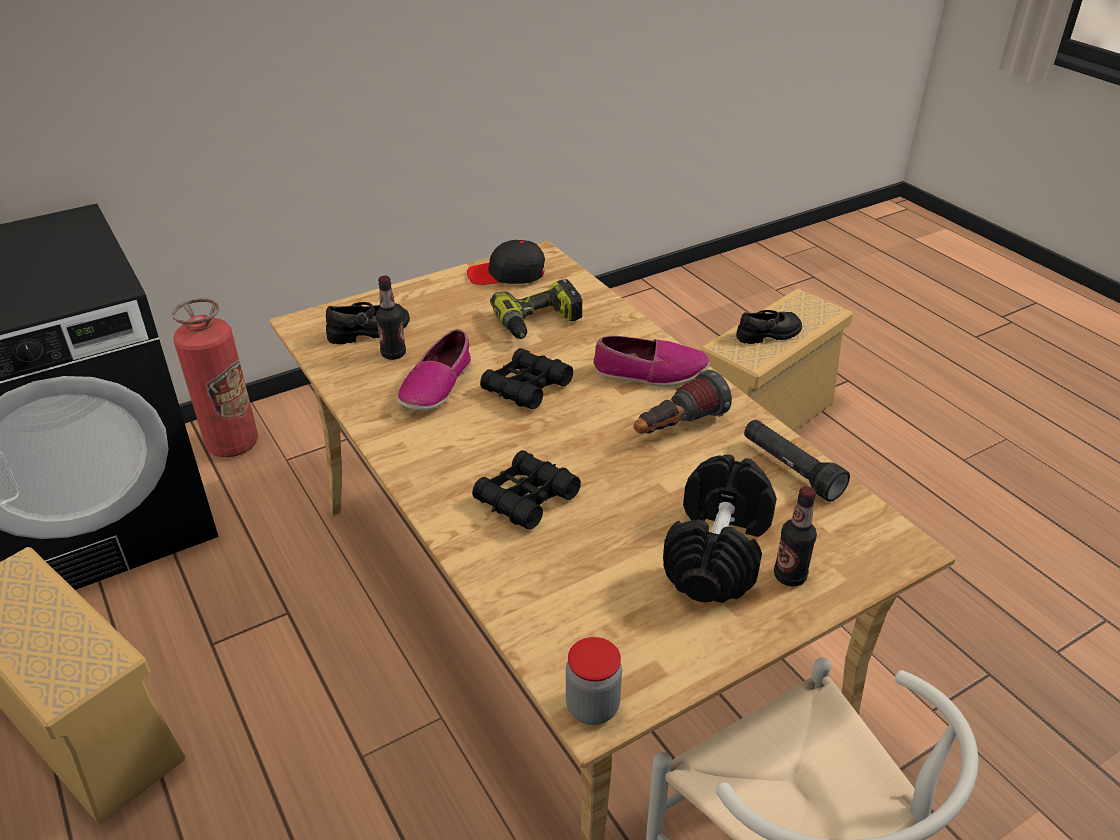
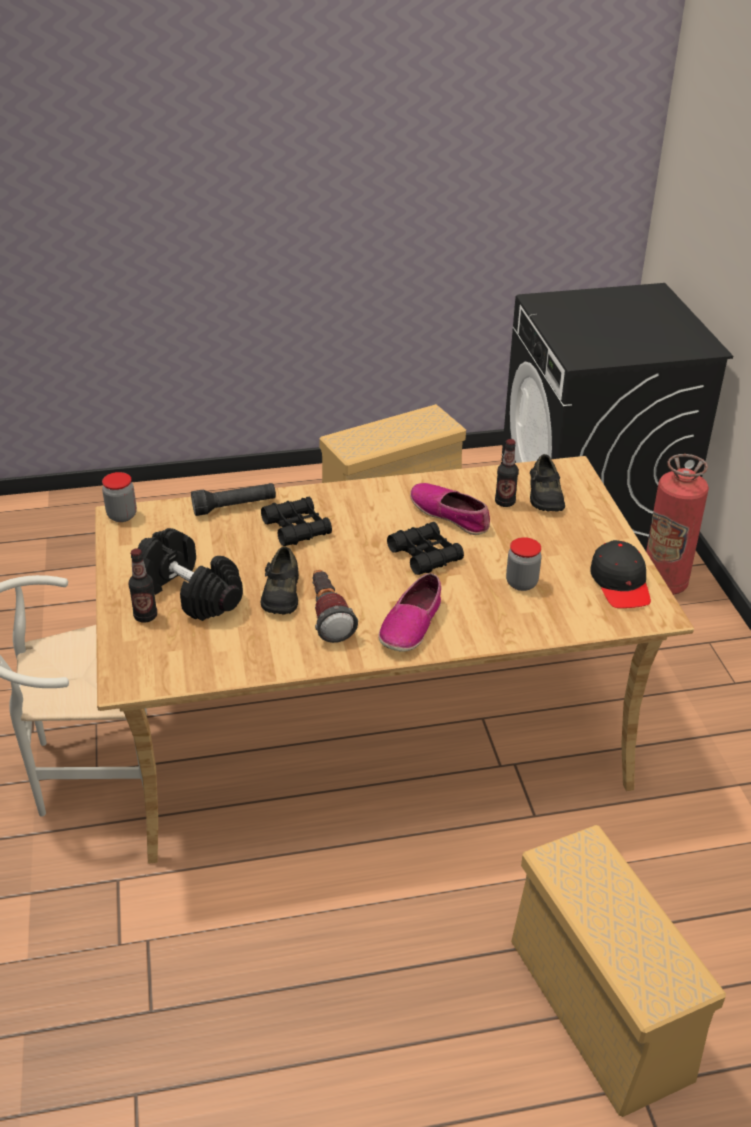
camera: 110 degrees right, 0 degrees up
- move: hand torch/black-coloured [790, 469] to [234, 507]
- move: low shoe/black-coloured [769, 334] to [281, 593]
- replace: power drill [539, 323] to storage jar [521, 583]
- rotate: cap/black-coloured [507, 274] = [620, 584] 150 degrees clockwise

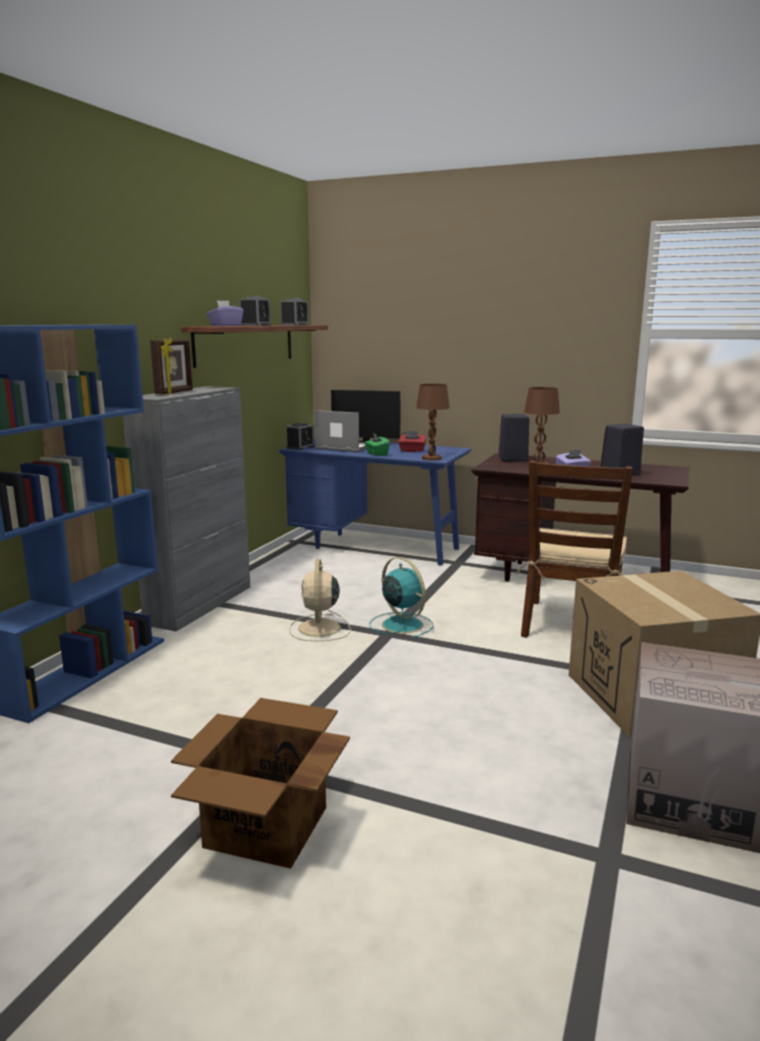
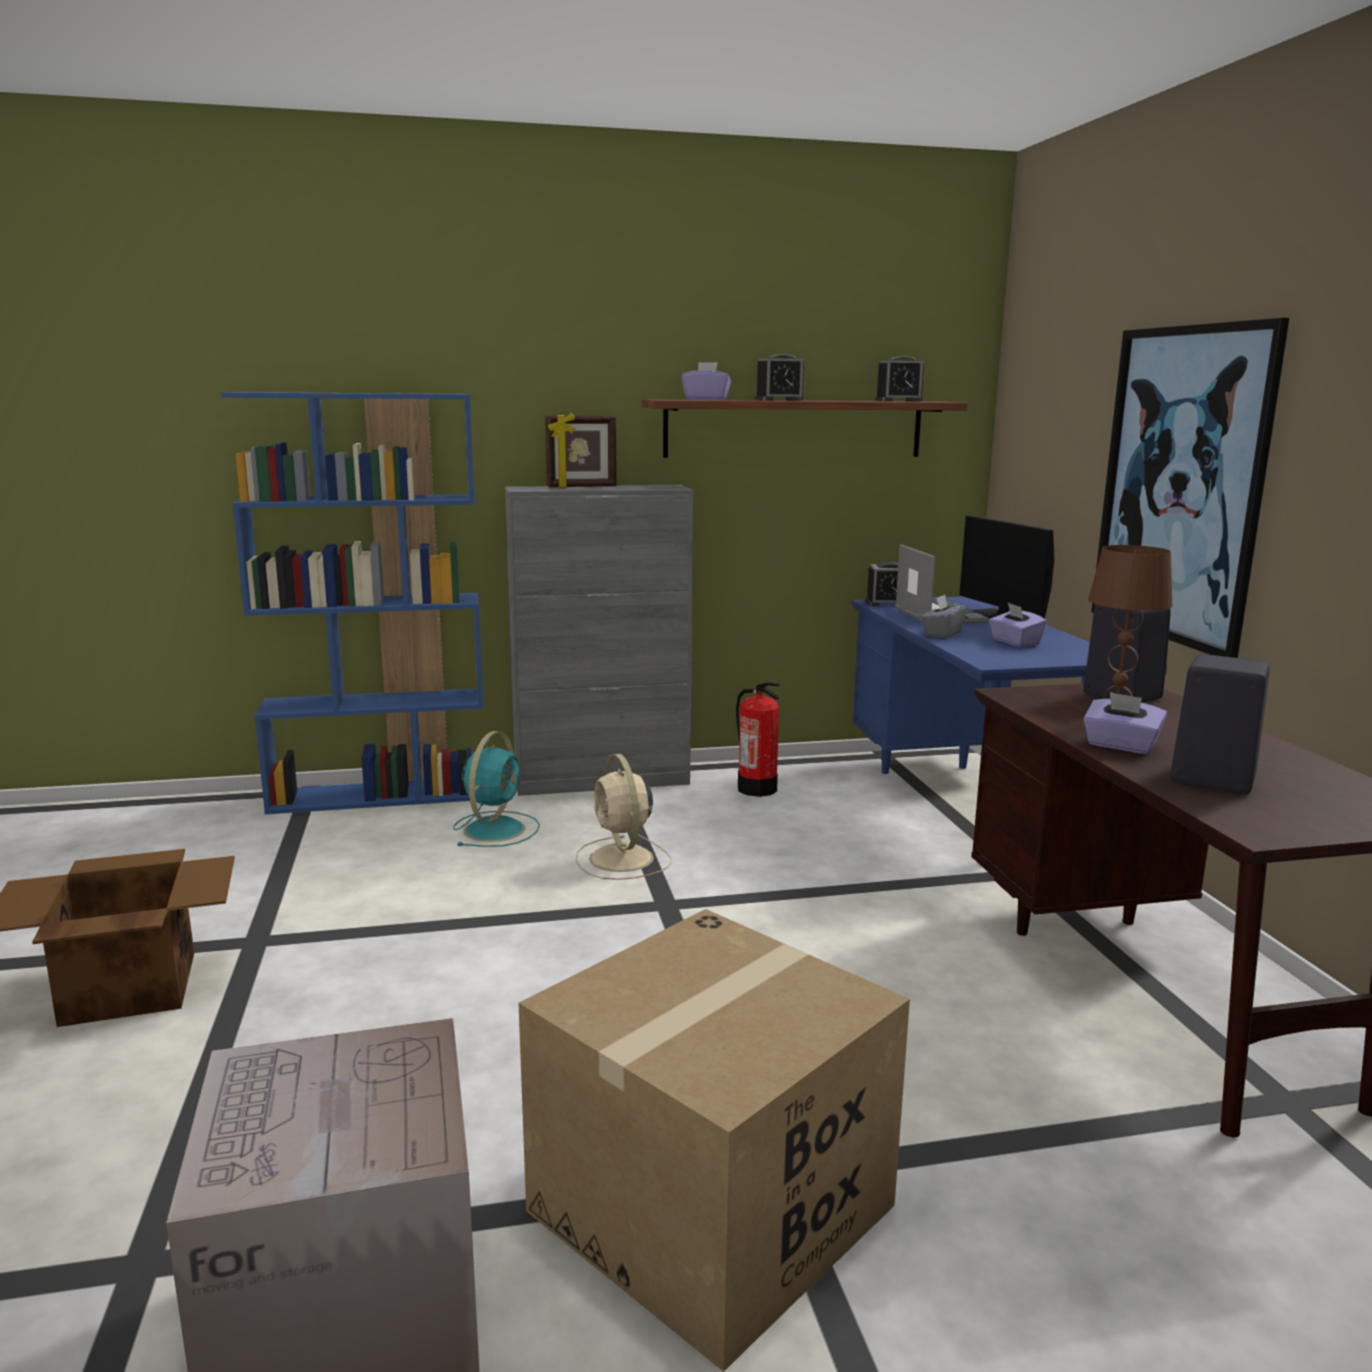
camera: 55 degrees right, 0 degrees up
- move: fan/turquoise [401, 624] to [496, 829]
- rotate: fan/beige-coloured [319, 629] = [622, 859] 75 degrees counterclockwise
- insert: fire-fighting cylinder [757, 788]
- recolor: tissue box/green [376, 454] to tissue box/greyish [942, 634]
- recolor: tissue box/red-coloured [412, 451] to tissue box/purple-coloured [1014, 642]
- insert: picture [1180, 485]
- delete: table lamp/brownish [431, 458]
- delete: plain chair/brownish [570, 624]

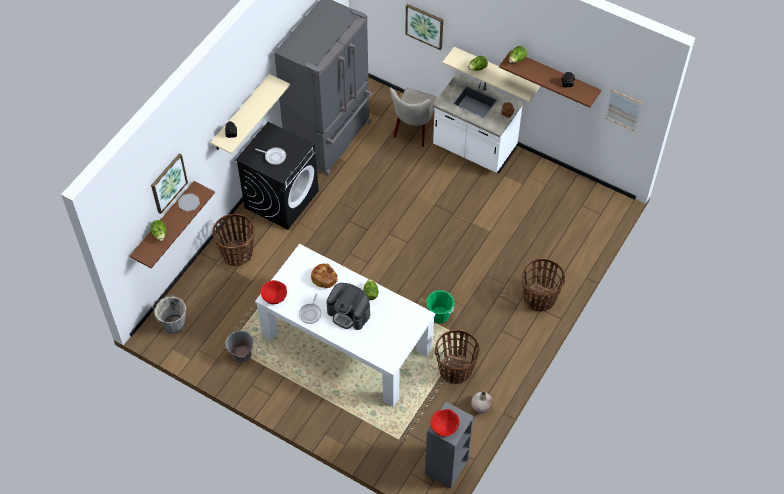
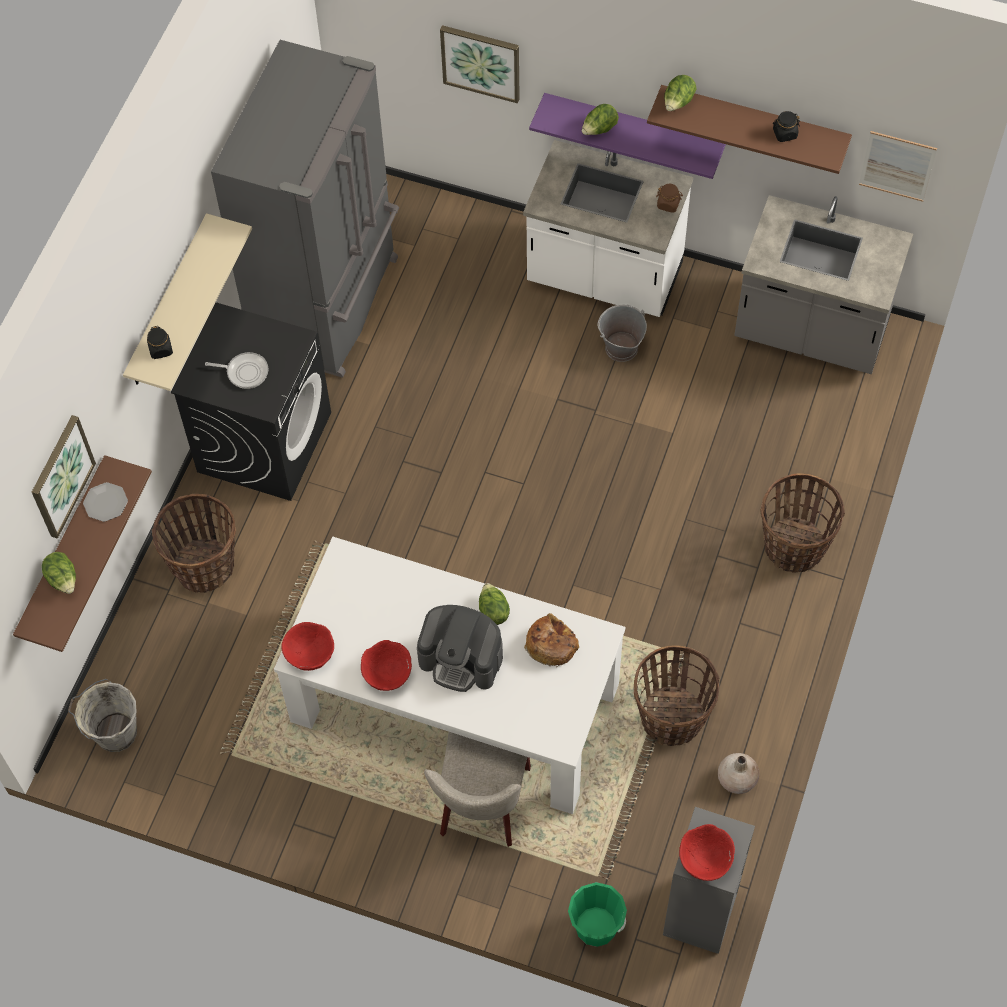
camera: 10 degrees left, 5 degrees up
- replace: pan [310, 313] to serving bowl/red-coloured [387, 673]
- move: plain chair/beige-coloured [414, 130] to [482, 807]
- move: bread [324, 278] to [551, 644]
- recolor: wall shelf/beige-coloured [496, 72] to wall shelf/purple-coloured [633, 128]
- move: pail/green [439, 315] to [596, 926]
- move: pail/greyish [241, 354] to [621, 348]
- insert: kitchen counter/greyish [811, 332]

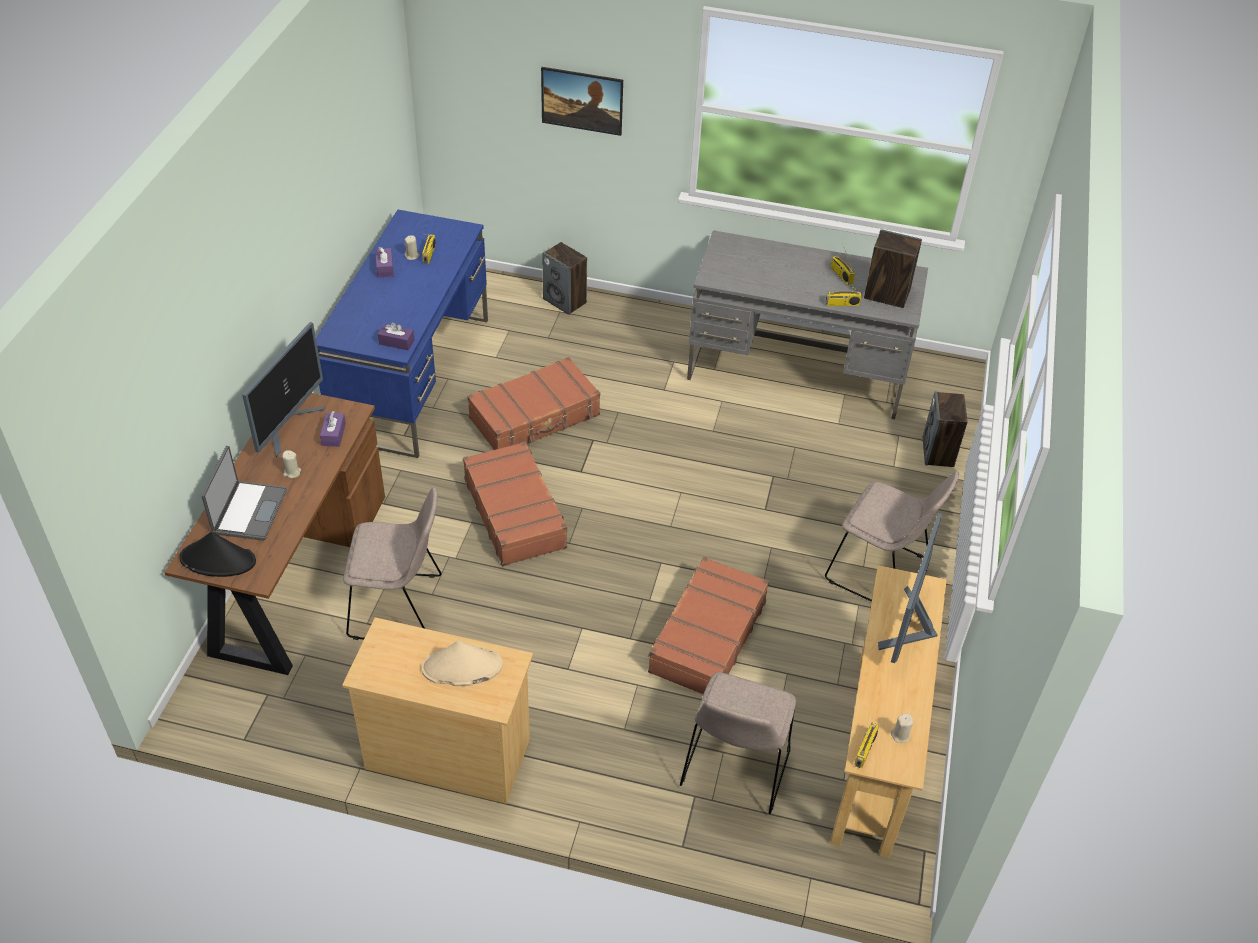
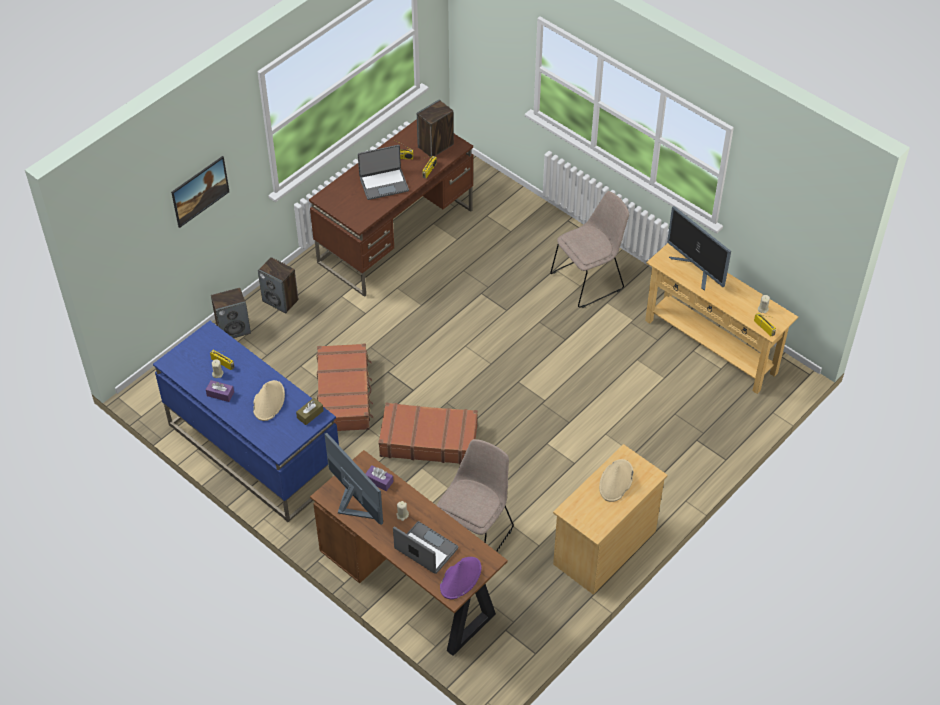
camera: 60 degrees left, 5 degrees up
- insert: wearable hat/beige-coloured [269, 401]
- move: loudspeaker [938, 452] to [281, 300]
- recolor: tissue box/purple-coloured [396, 342] to tissue box/brownish [310, 414]
- recolor: desk unit/greyish [797, 371] to desk unit/brownish [396, 236]
- insert: laptop [384, 184]
- recolor: wearable hat/black-coloured [218, 560] to wearable hat/purple-coloured [460, 578]
- delete: travel case/brownish [706, 637]
- delete: plain chair/beige-coloured [735, 769]

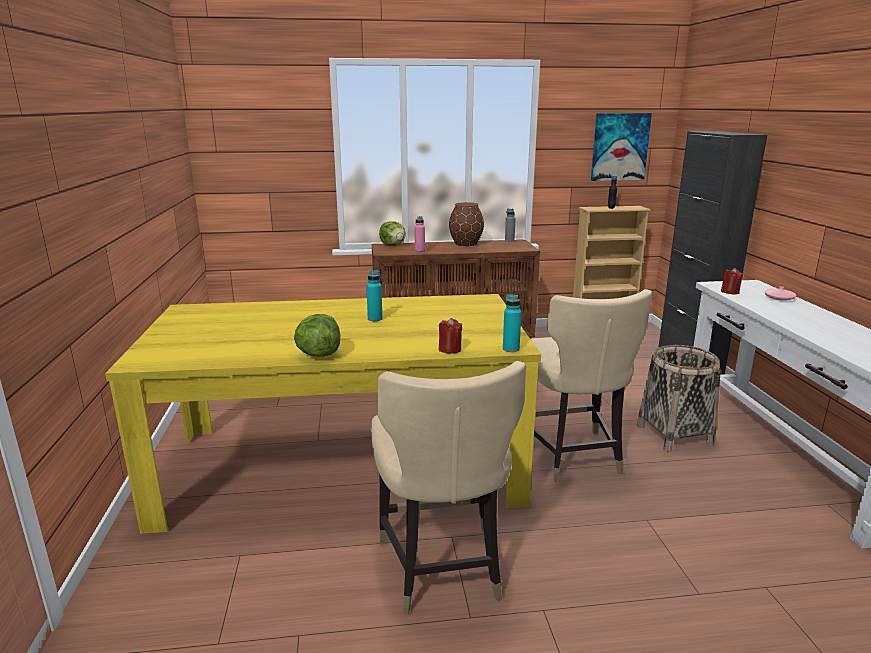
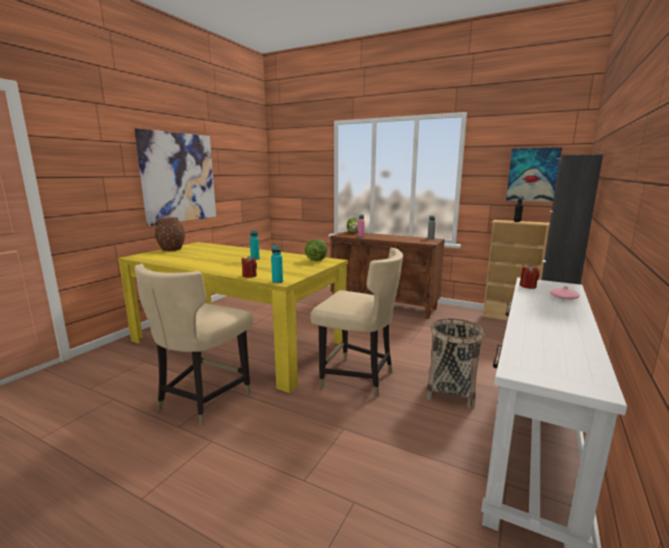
camera: 35 degrees right, 5 degrees down
- insert: picture [179, 178]
- move: decorative vase/brownish [466, 243] to [172, 249]
- move: head of lettuce [318, 354] to [316, 260]
- rotate: plain chair/beige-coloured [571, 455] = [357, 378] 90 degrees counterclockwise

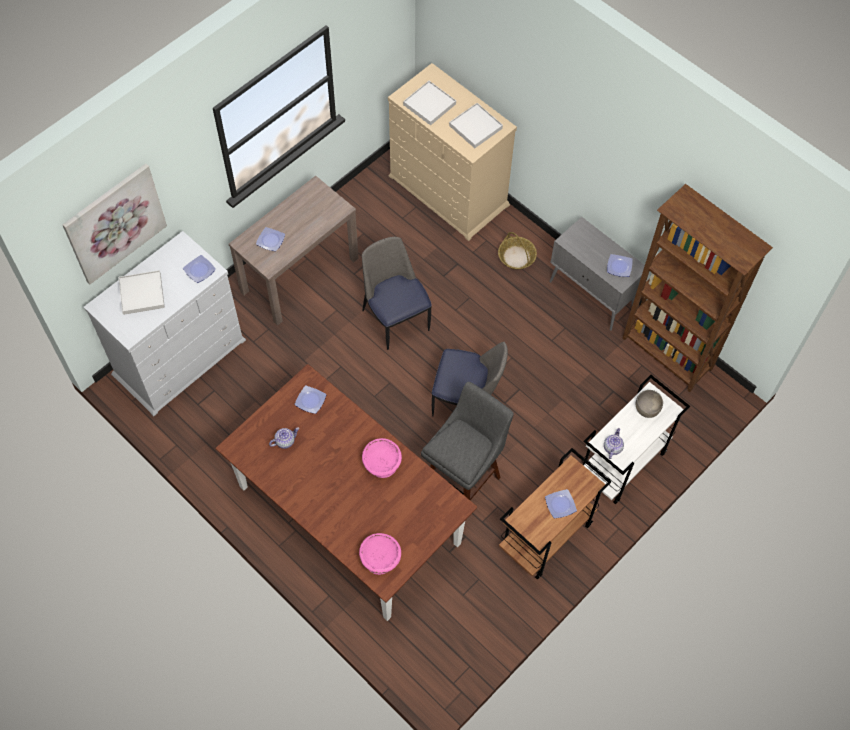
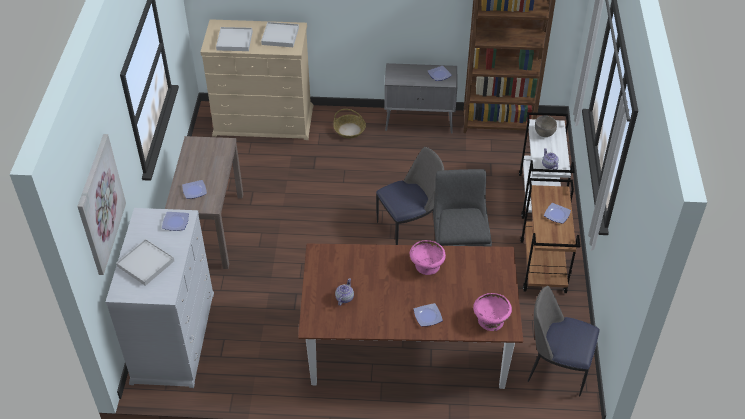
camera: 40 degrees left, 15 degrees down
- move: flat dish [310, 401] to [427, 317]
- move: plain chair [395, 318] to [556, 368]

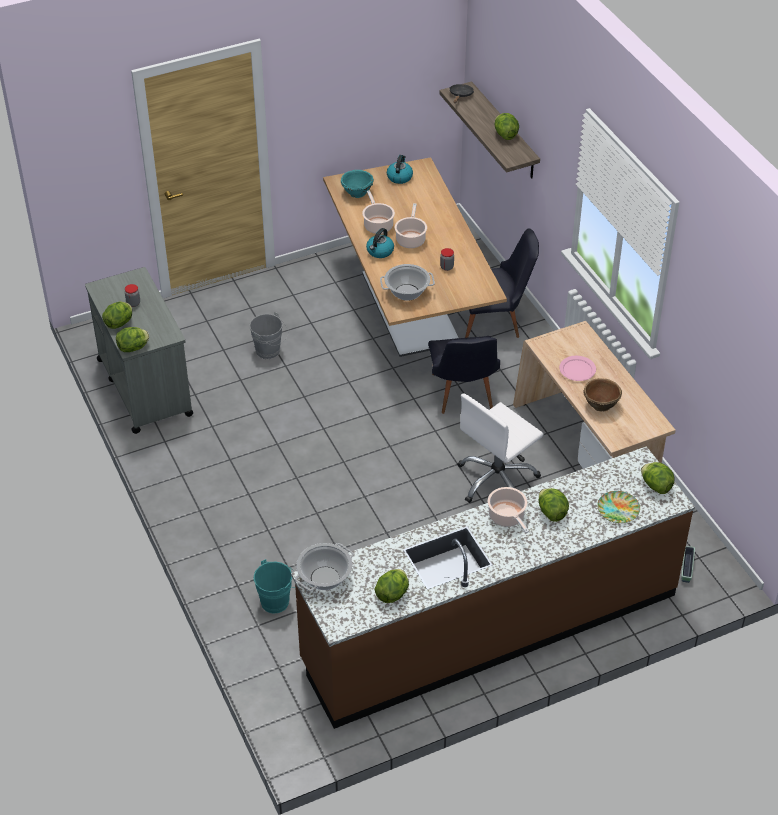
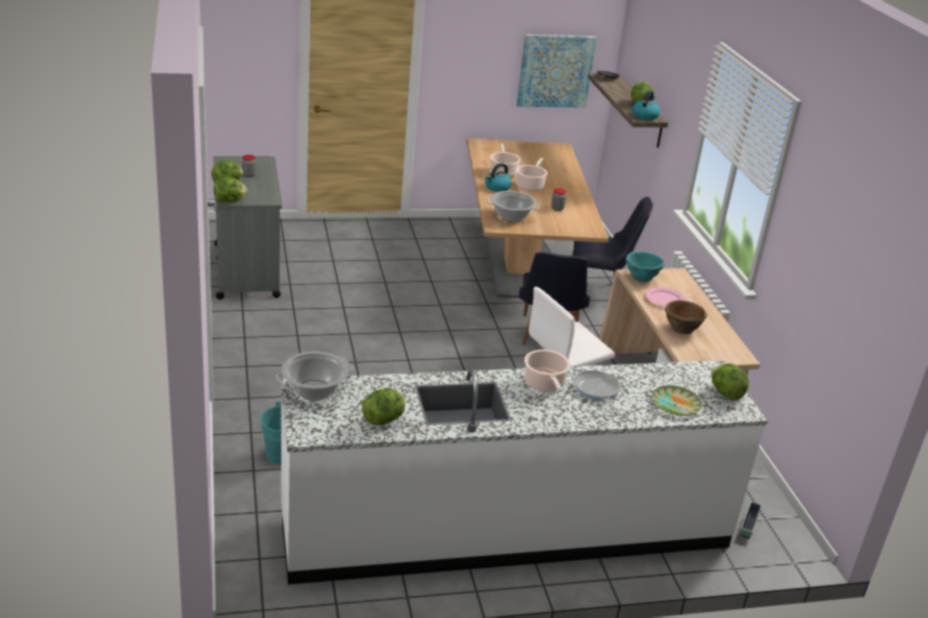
camera: 10 degrees right, 15 degrees down
- recolor: kitchen counter/brownish [490, 628] to kitchen counter/white-coloured [506, 529]
- insert: picture [555, 70]
- replace: head of lettuce [551, 512] to pan [597, 390]
- move: serving bowl/turquoise [357, 193] to [641, 278]
- move: water kettle [399, 177] to [645, 116]
- delete: pail/greyish [270, 352]

